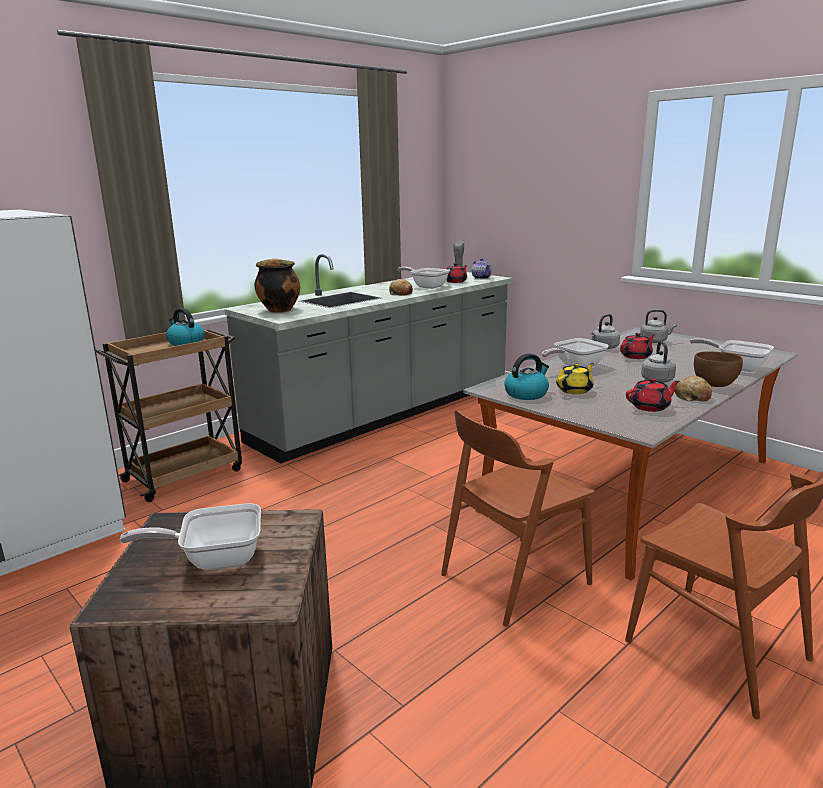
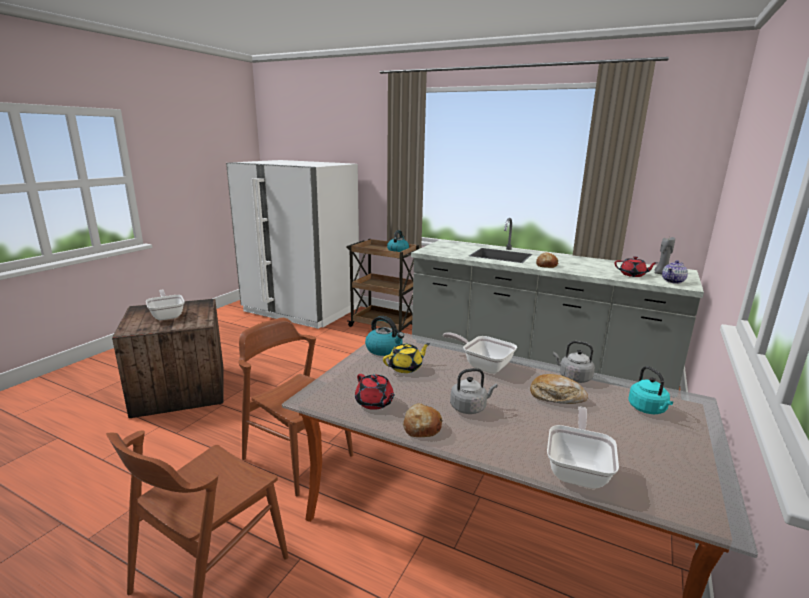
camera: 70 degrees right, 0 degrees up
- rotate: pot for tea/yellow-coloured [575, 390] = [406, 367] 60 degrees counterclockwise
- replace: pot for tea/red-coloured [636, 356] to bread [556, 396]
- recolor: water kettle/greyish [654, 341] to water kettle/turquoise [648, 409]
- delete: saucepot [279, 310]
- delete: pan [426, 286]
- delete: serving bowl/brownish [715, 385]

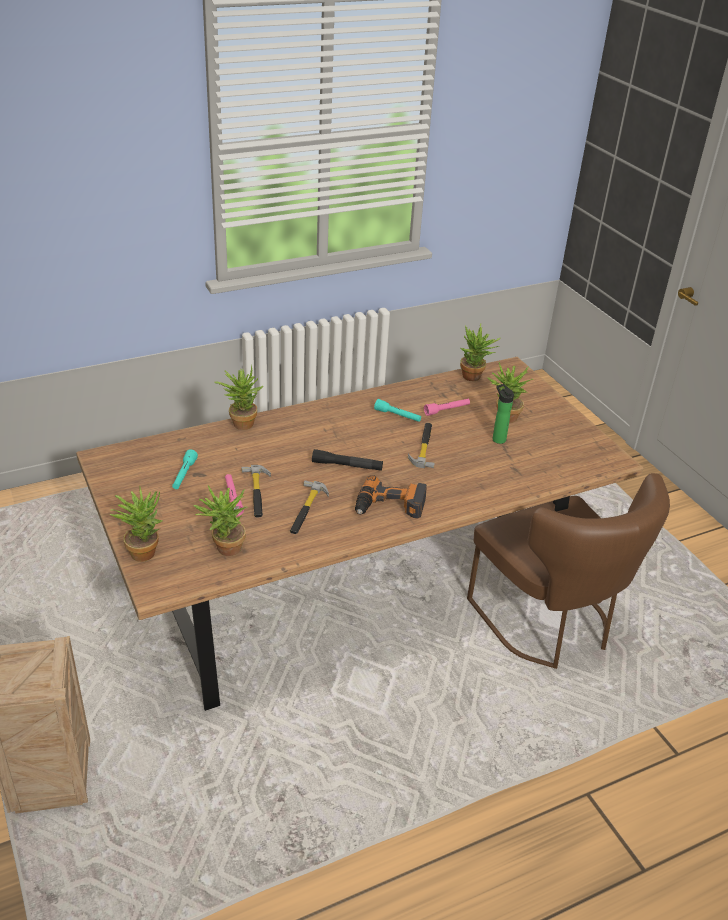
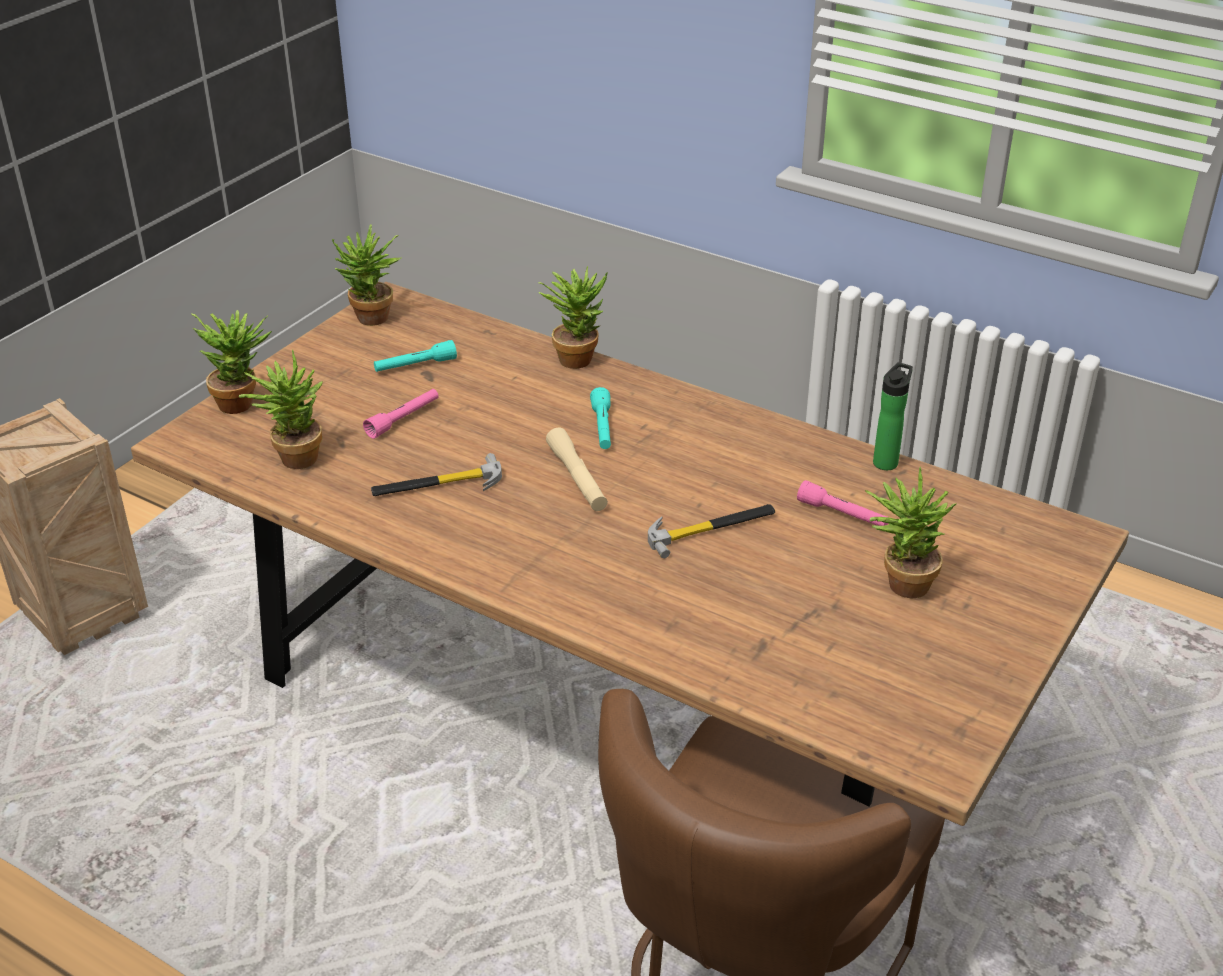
camera: 60 degrees right, 0 degrees up
- move: plant in a pot [474, 378] to [371, 321]
- recolor: hand torch/black-coloured [347, 466] to hand torch/beige-coloured [577, 478]
- move: hand torch/turquoise [397, 416] to [602, 428]
- move: beverage bottle [497, 438] to [887, 461]
- delete: tool hammer [257, 493]
- delete: power drill [389, 506]

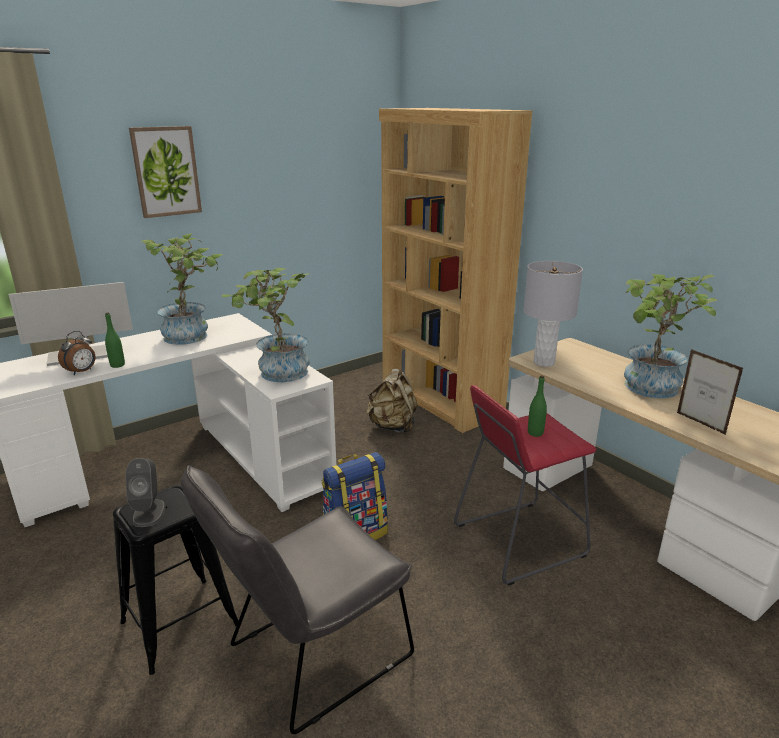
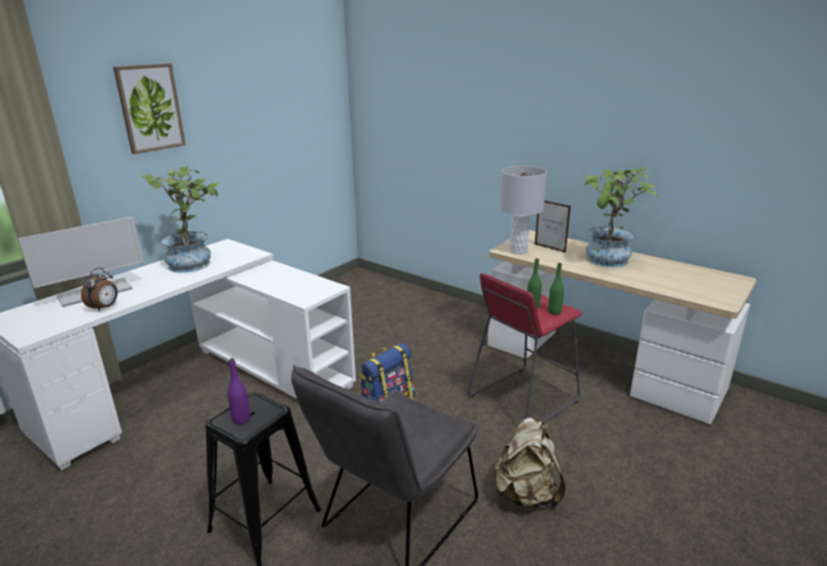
camera: 15 degrees left, 0 degrees up
- replace: loudspeaker/greyish [149, 513] to beverage bottle/purple-coloured [241, 419]
- move: knapsack/beige-coloured [393, 426] to [526, 494]
- move: standing frame [700, 423] to [550, 248]
- move: beverage bottle/green [117, 365] to [554, 312]
- delete: plant in a pot [277, 374]
- delete: shelving unit/brownish [440, 399]

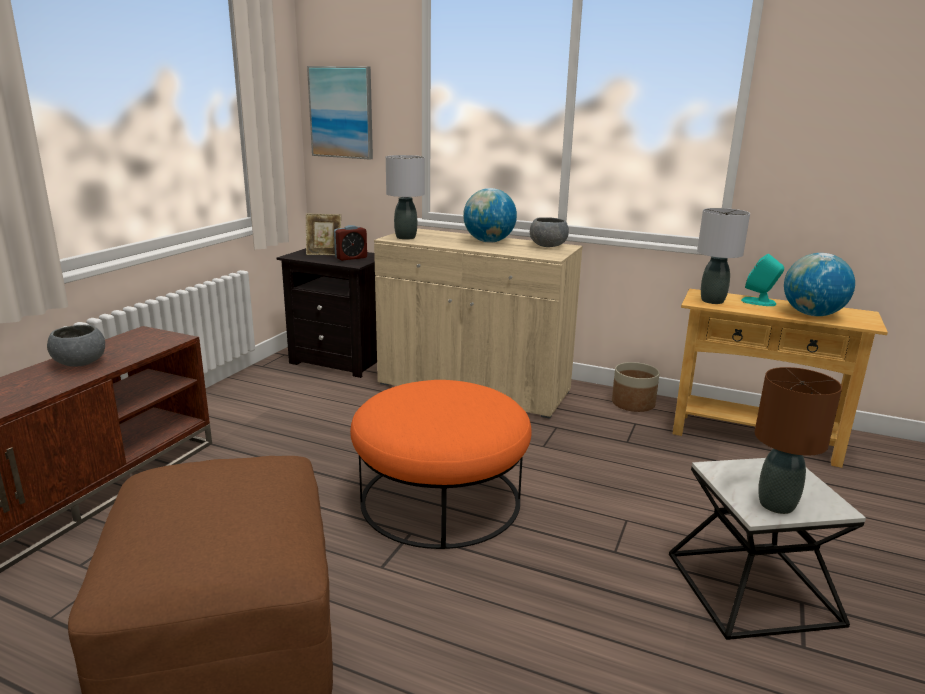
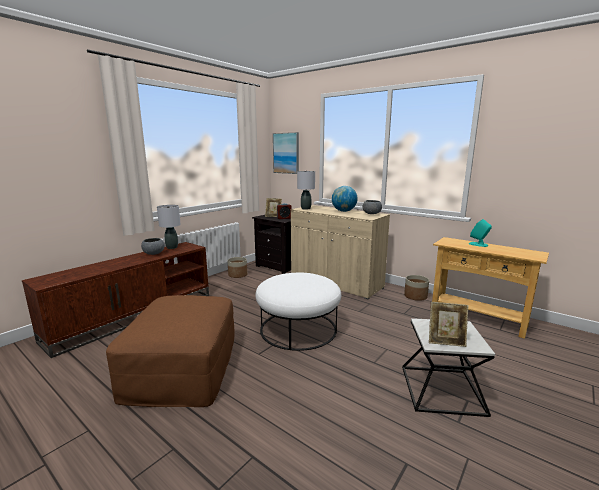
camera: 15 degrees right, 5 degrees down
- move: table lamp/greyish [712, 301] to [172, 247]
- insert: flower pot [238, 275]
- recolor: footrest/orange-coloured [441, 499] to footrest/white-coloured [298, 329]
- replace: table lamp/brownish [776, 504] to standing frame [446, 341]
- delete: world globe [812, 314]

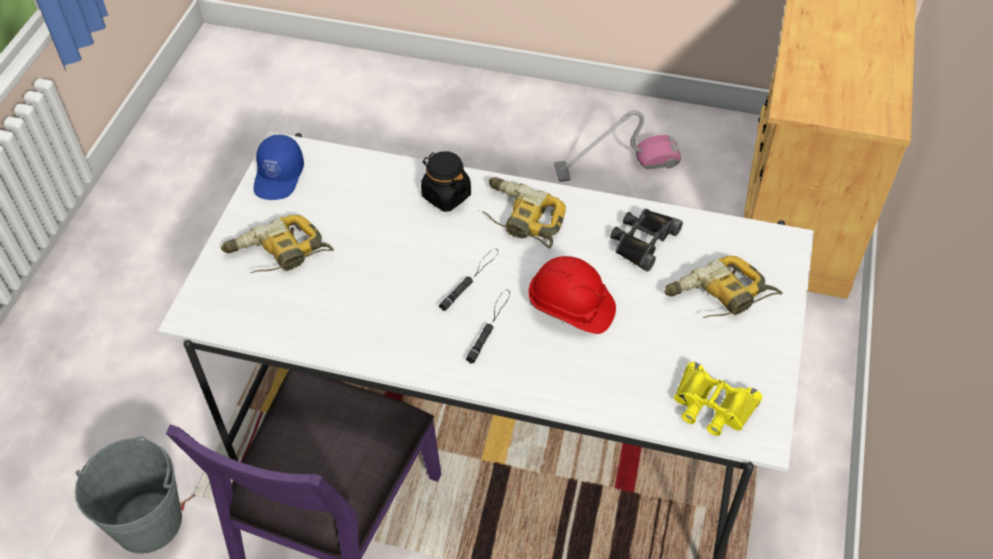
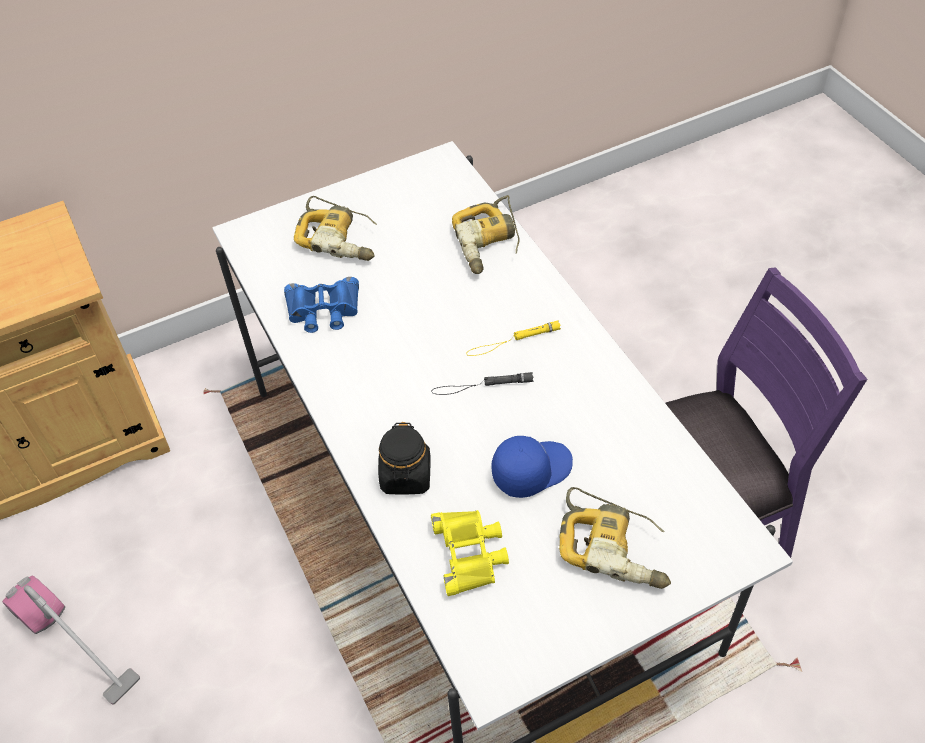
camera: 130 degrees left, 0 degrees up
- recolor: binoculars/black-coloured [642, 241] to binoculars/blue-coloured [323, 310]
- move: binoculars/yellow-coloured [712, 406] to [470, 553]
- move: power drill [520, 218] to [489, 242]
- recolor: hand torch/black-coloured [489, 326] to hand torch/yellow-coloured [513, 341]
- move: cap/blue-coloured [279, 177] to [531, 469]
- delete: pail/greyish [148, 522]
- delete: hard hat/red-coloured [571, 307]

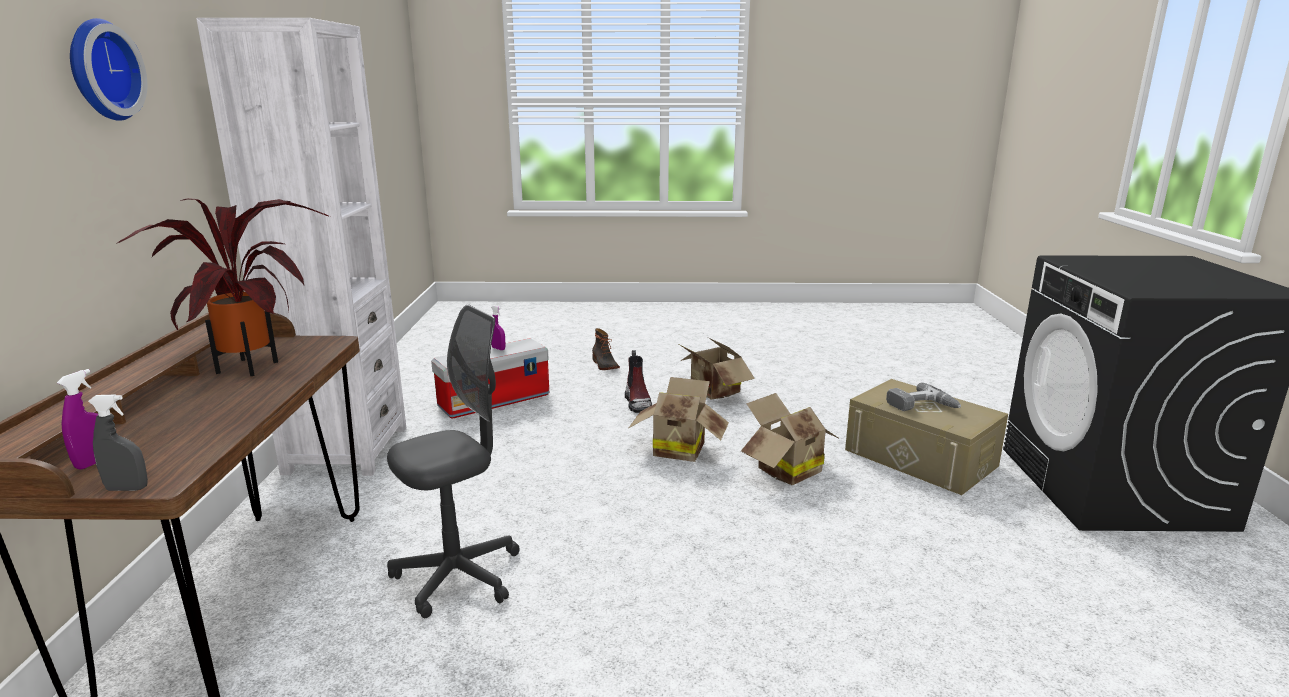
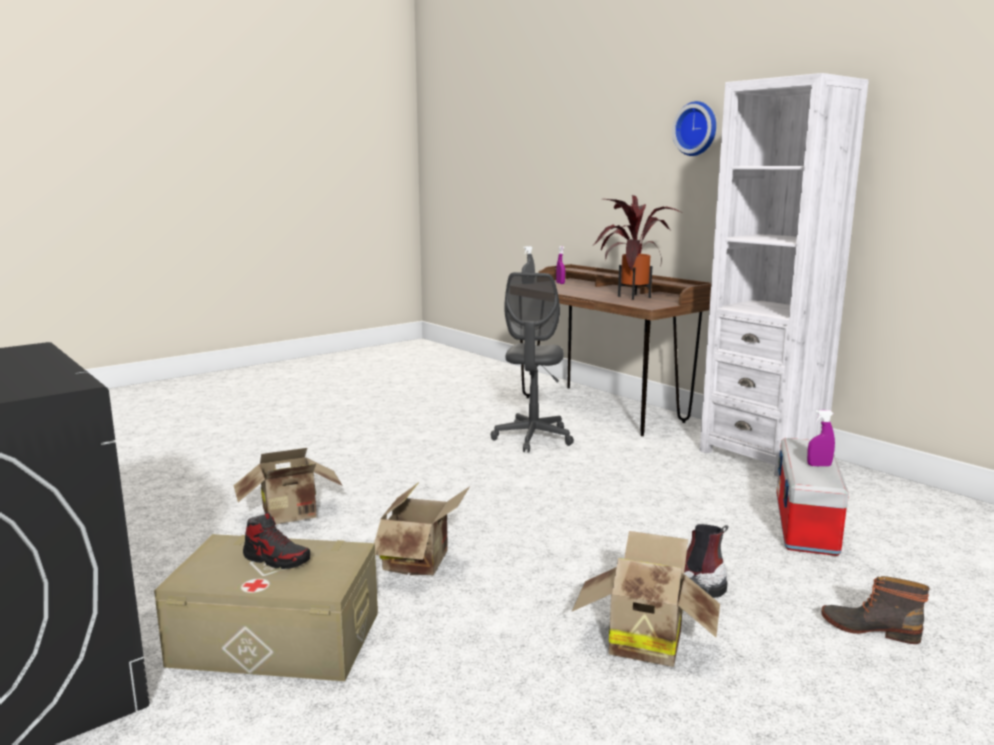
camera: 140 degrees right, 5 degrees down
- move: cardboard box [678, 449] to [292, 516]
- replace: power drill [922, 406] to low shoe [277, 559]

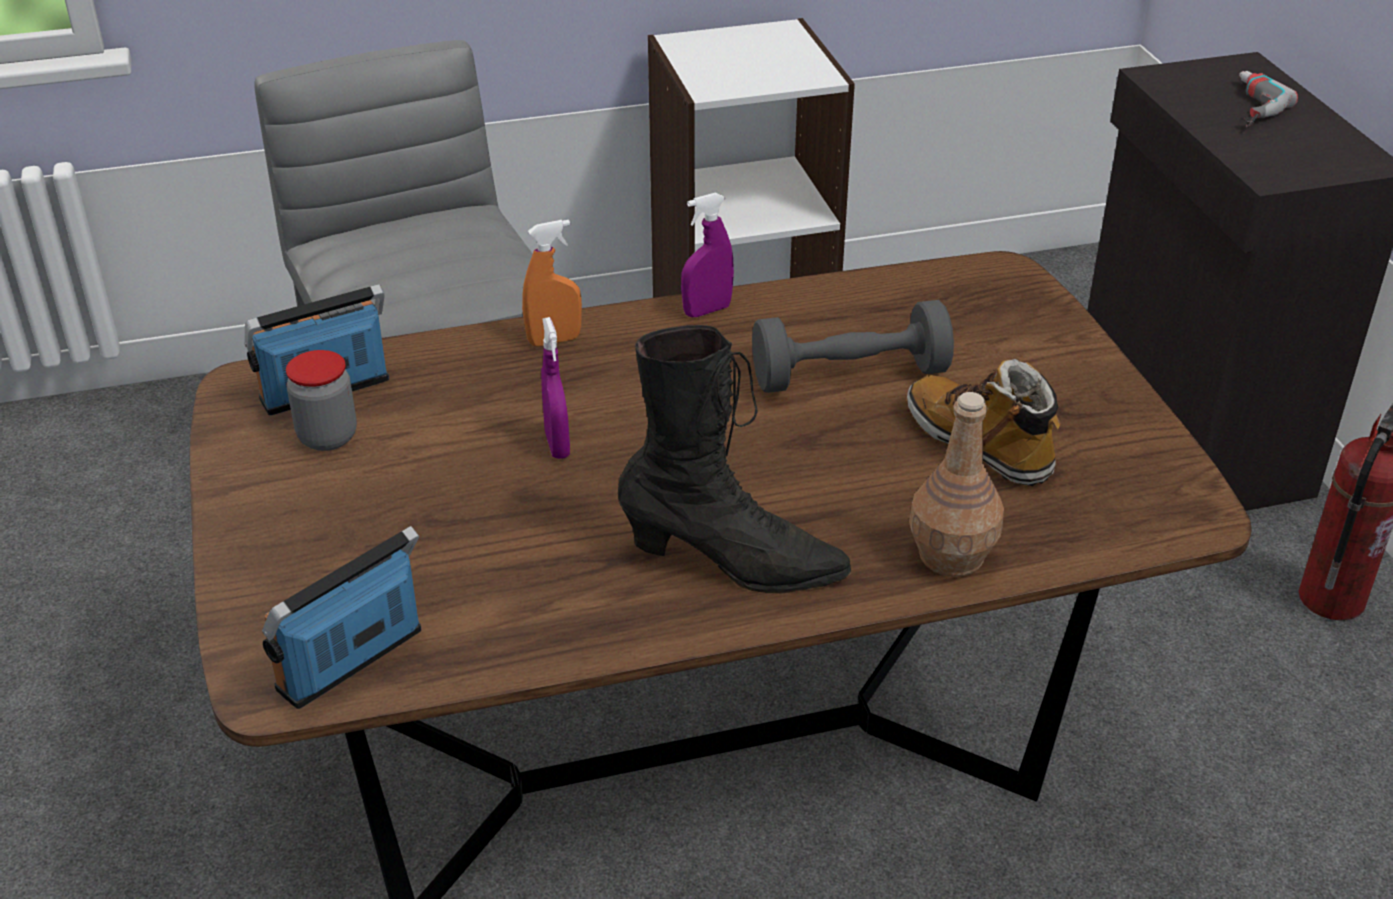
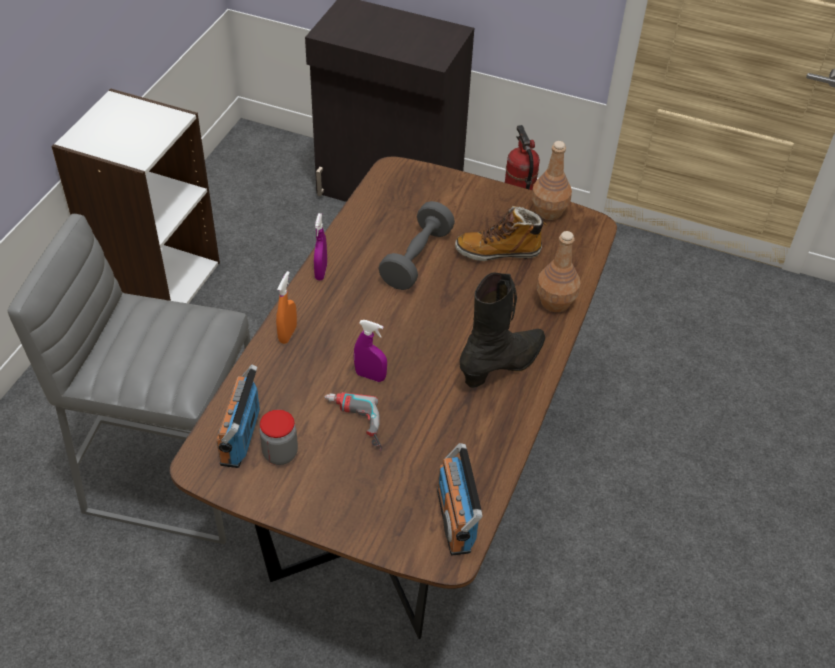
camera: 55 degrees left, 10 degrees up
- move: power drill [1244, 107] to [352, 425]
- insert: beverage bottle/brownish [549, 211]

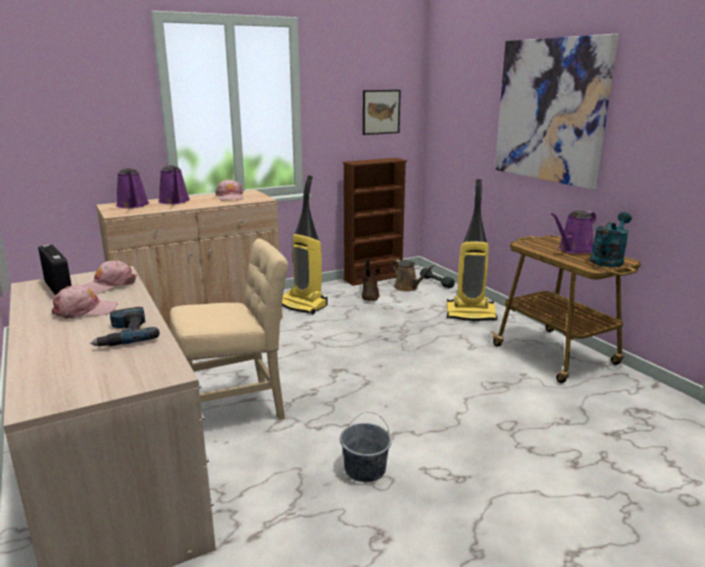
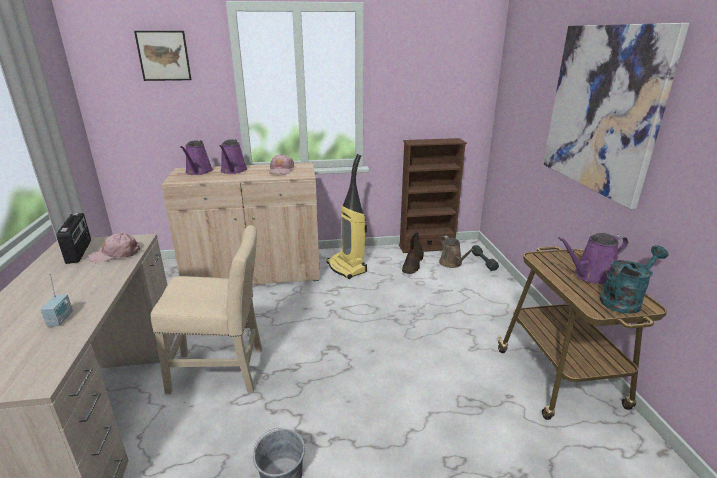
camera: 20 degrees right, 5 degrees up
- replace: power drill [124, 335] to radio set [61, 319]
- move: picture [381, 112] to [163, 56]
- delete: cap/pink [85, 310]
- delete: vacuum [471, 314]

